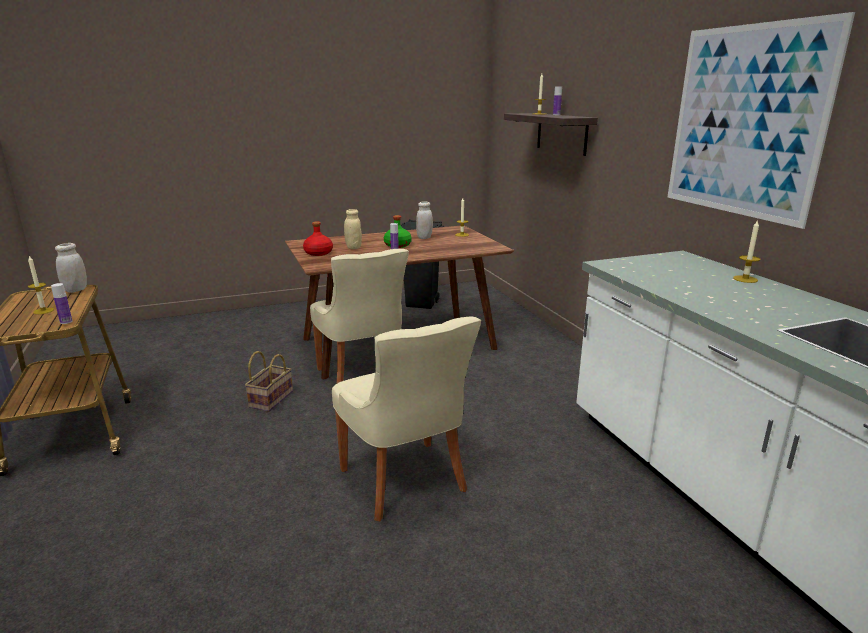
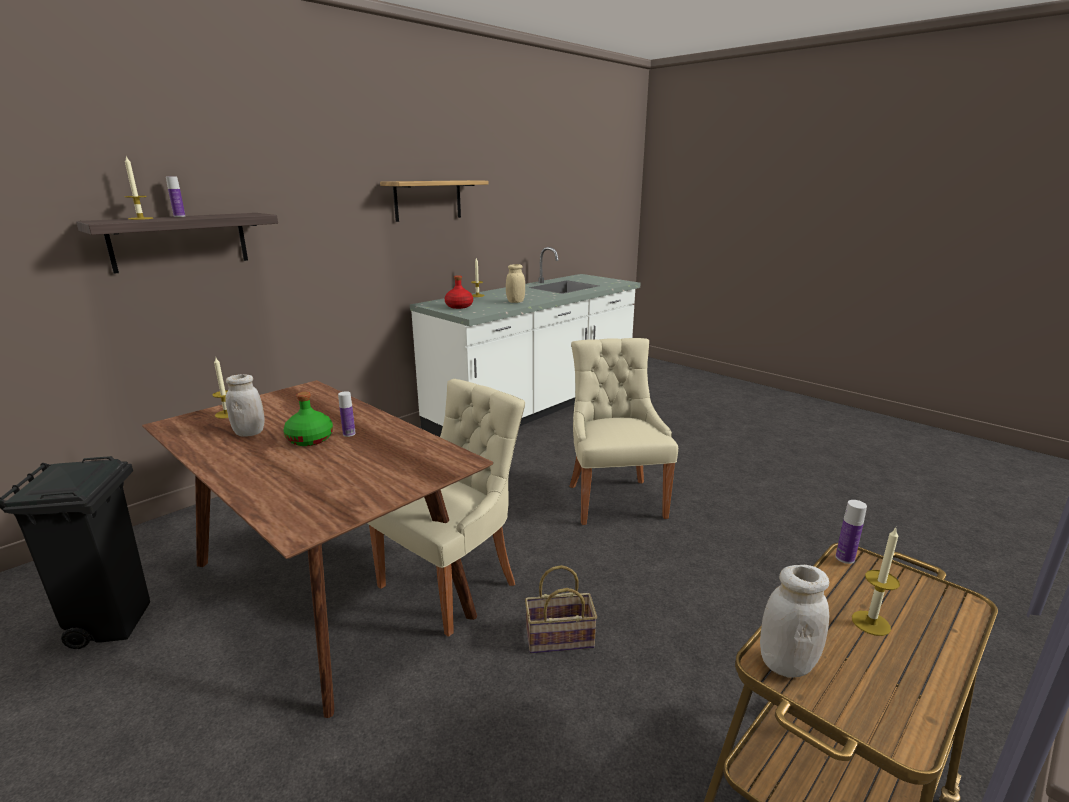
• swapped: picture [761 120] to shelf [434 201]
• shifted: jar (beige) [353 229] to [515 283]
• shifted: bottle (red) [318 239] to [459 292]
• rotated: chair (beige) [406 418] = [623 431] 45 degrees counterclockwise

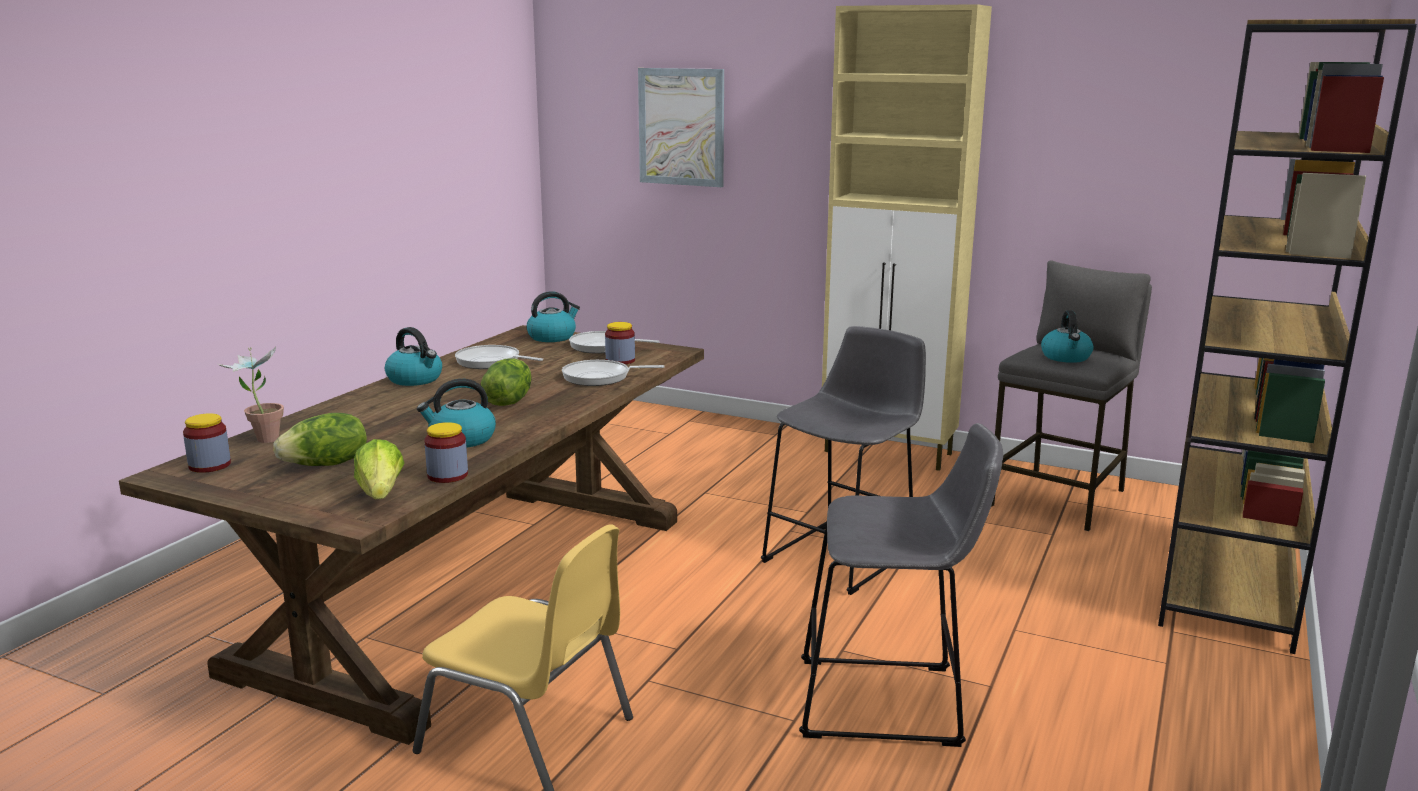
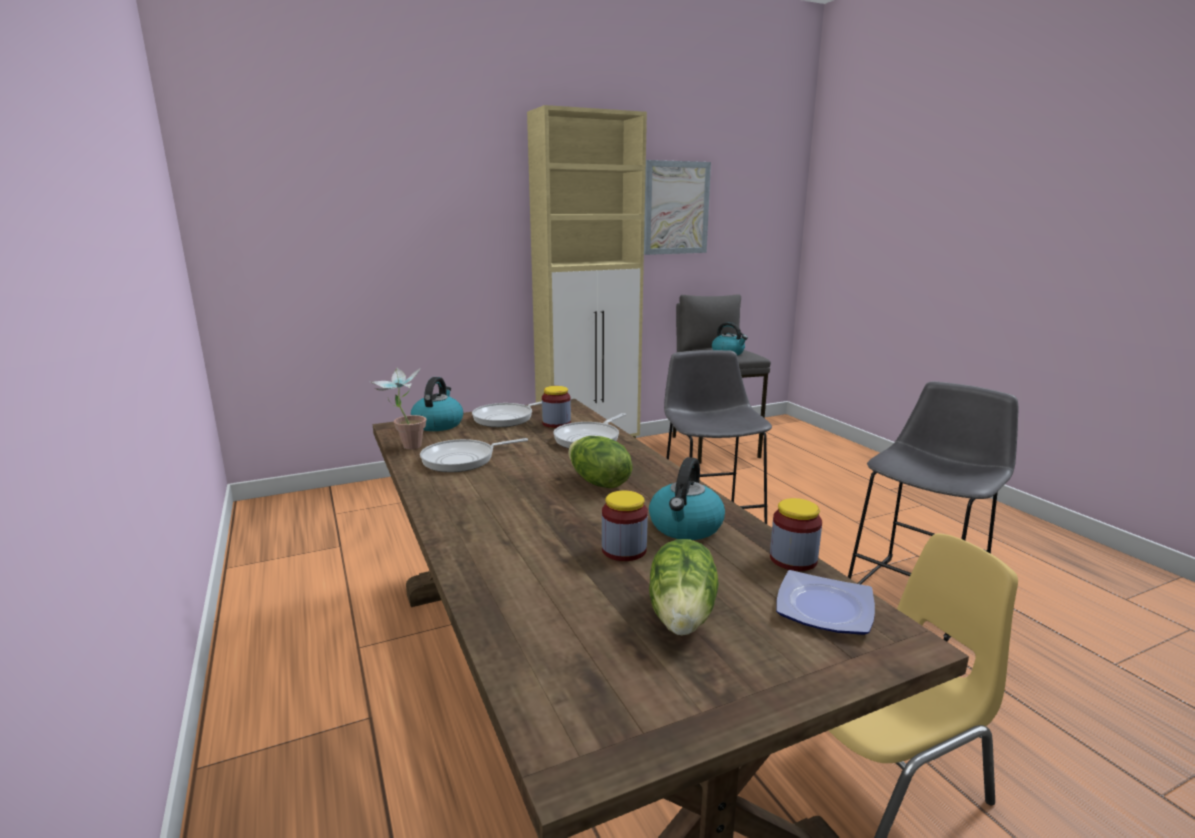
• gone: bookcase (brown) [1287 336]
• shifted: picture [681 127] to [677 207]
• gone: kettle [413 356]
• shifted: potted plant [250 395] to [398 408]
• shifted: jar [207 443] to [625 526]
• swapped: lettuce [379 469] to plate [825 602]

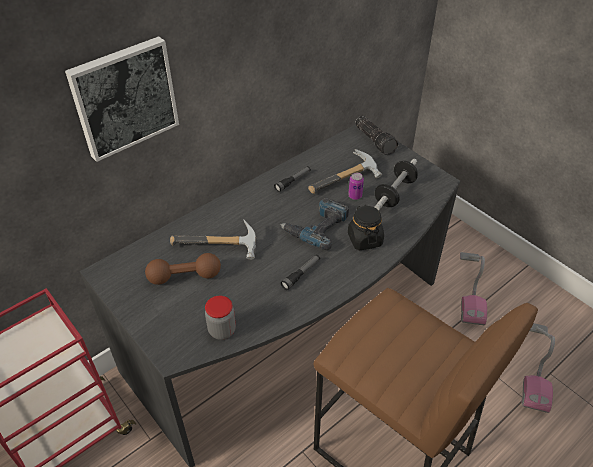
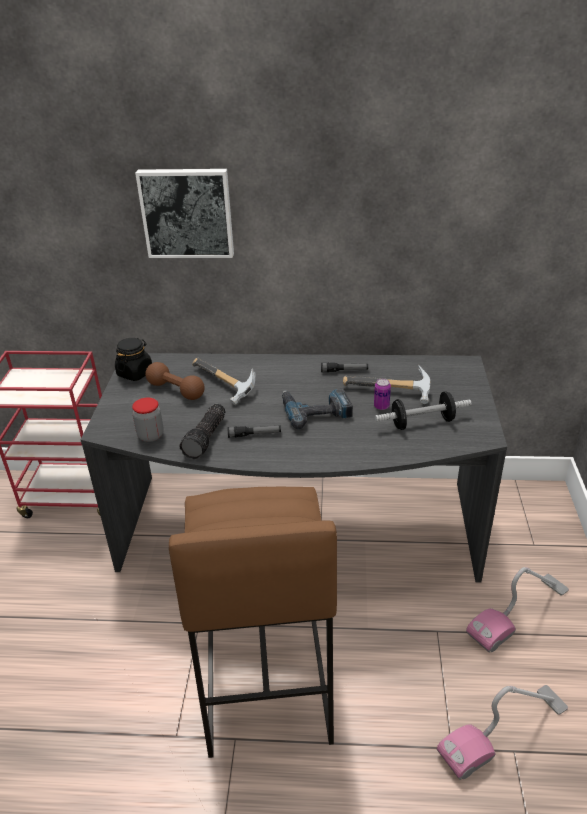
• shifted: flashlight [376 135] to [203 431]
• shifted: jar (black) [366 227] to [133 359]

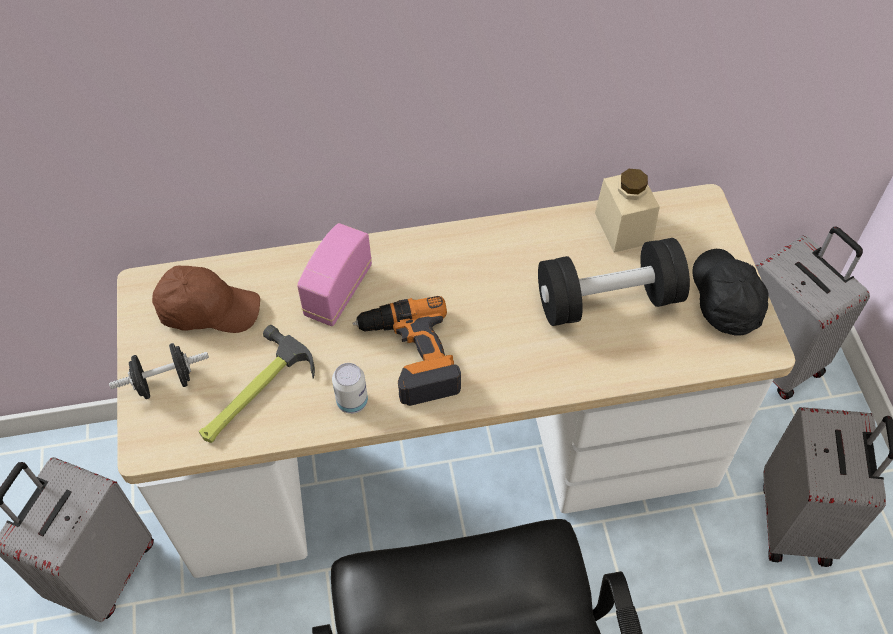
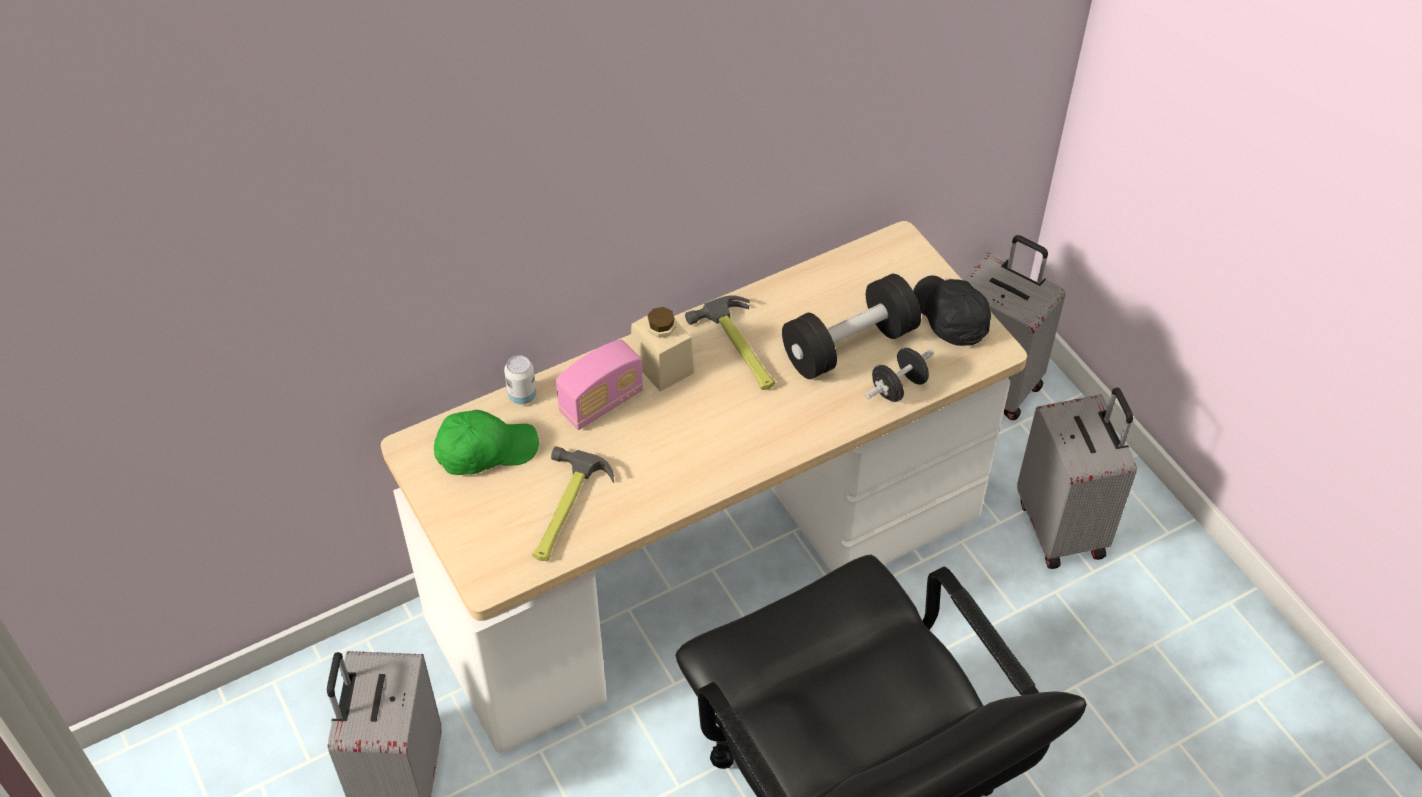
• shifted: jar (beige) [627 210] to [662 349]
• rotated: radio [334 274] = [600 385] 135 degrees counterclockwise
• repainted: cap (brown) [206 299] to cap (green) [486 442]
• gone: power drill [407 351]
• shifted: dumbbell (black) [159 371] to [899 374]
• shifted: can [350 388] to [520 380]
• new: hammer [730 342]

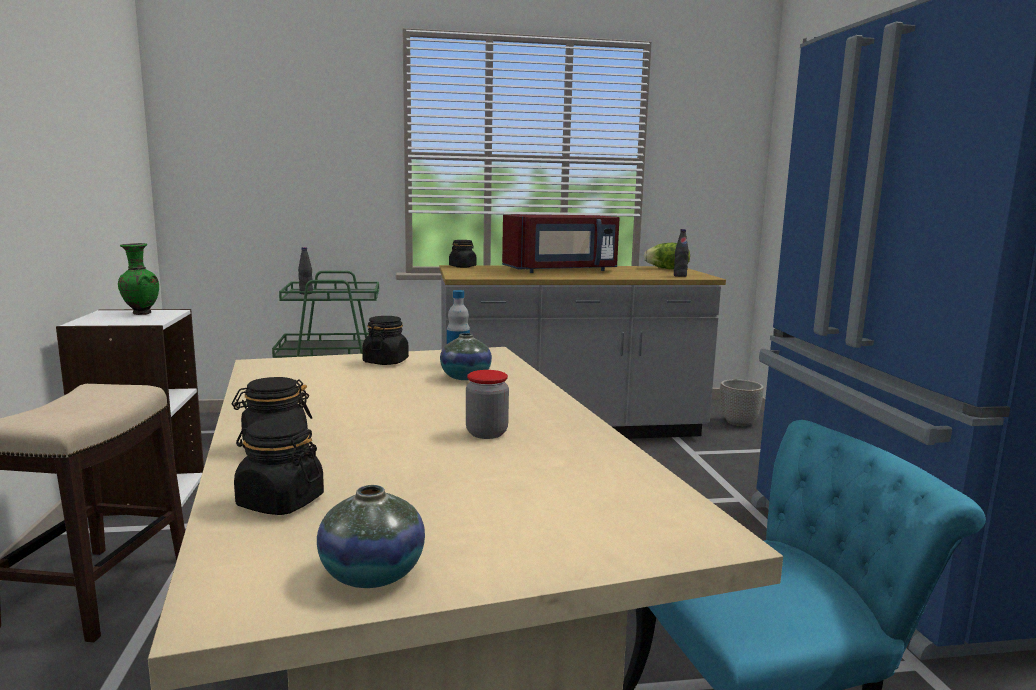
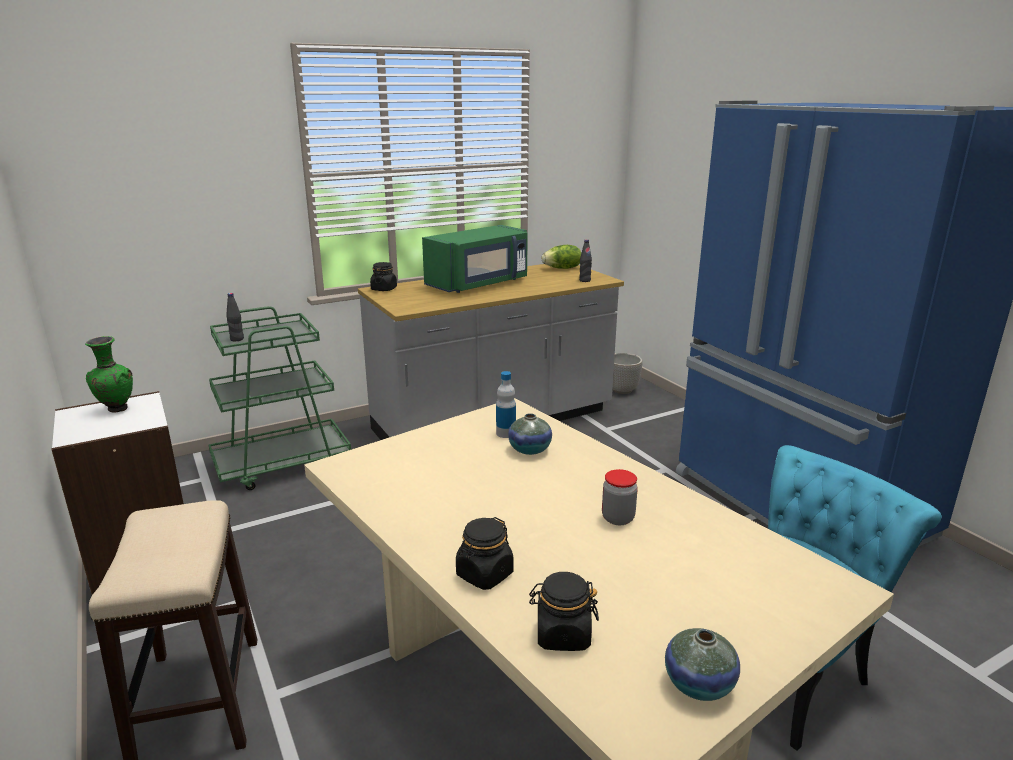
• repainted: microwave (red) [561 244] to microwave (green) [475 259]
• gone: jar (black) [385 340]

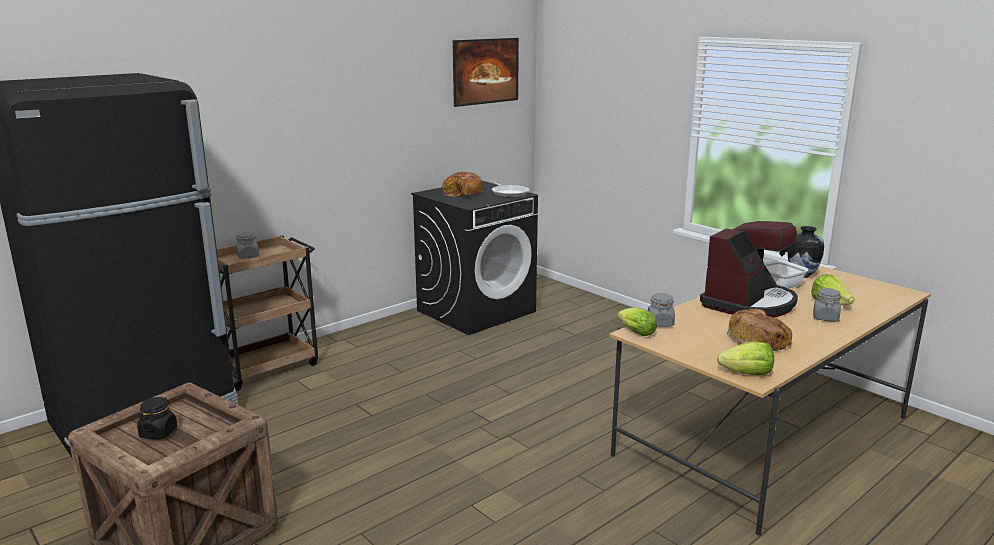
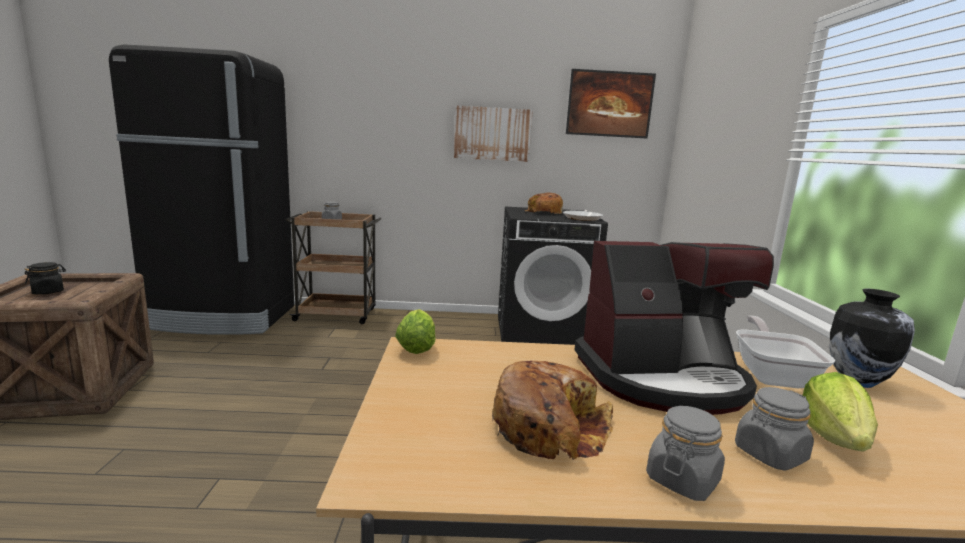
• shifted: jar (grey) [661 310] to [685 453]
• gone: lettuce [745 358]
• new: picture [493 133]

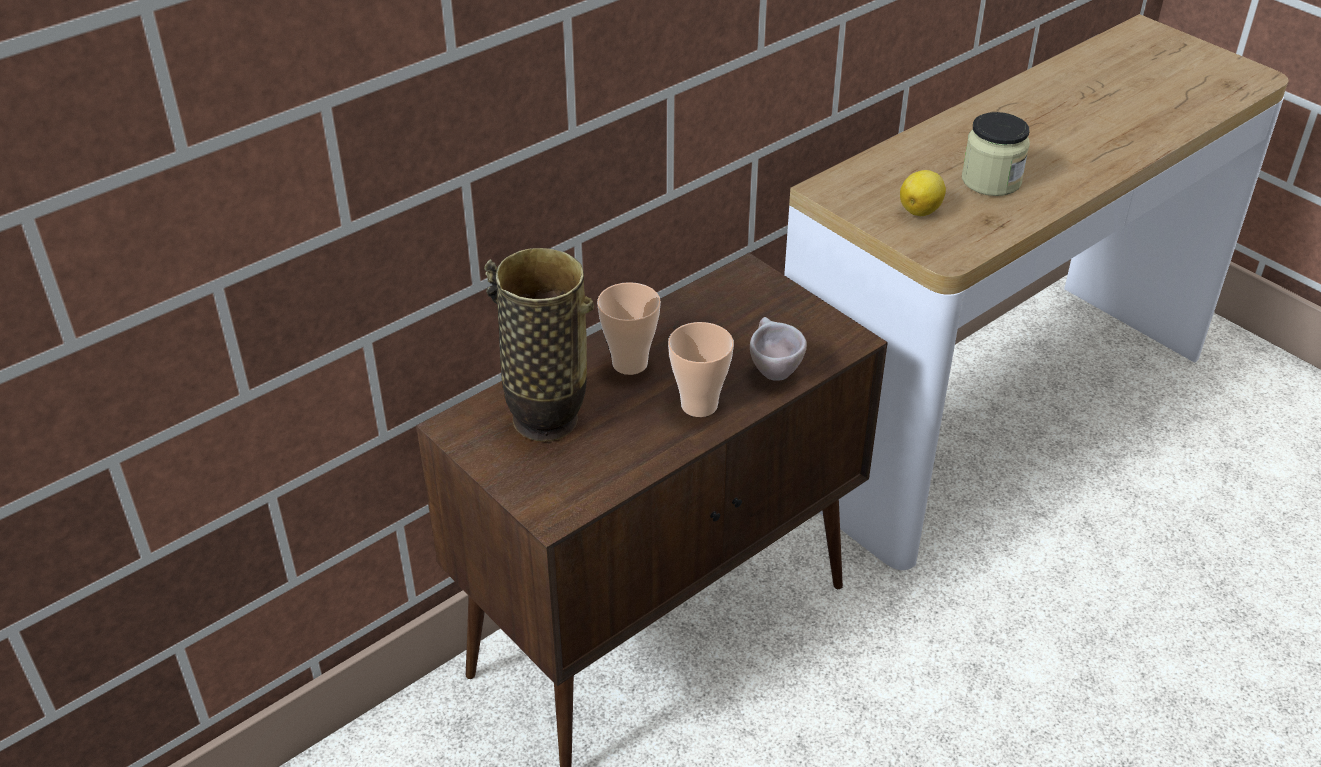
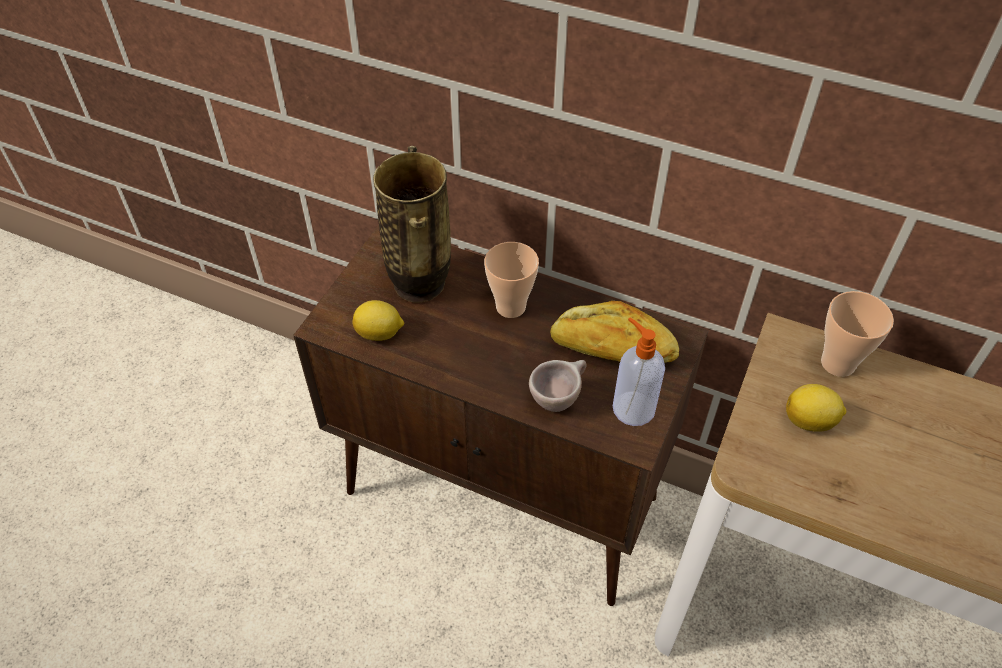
• gone: jar [996 154]
• shifted: cup [701 369] to [857 334]
• new: lemon [378 320]
• new: bread [614 332]
• new: soap dispenser [639 371]

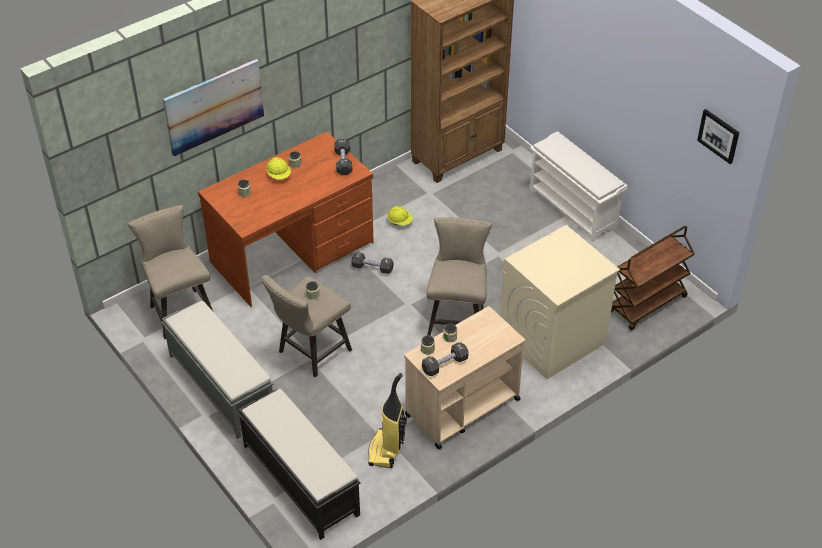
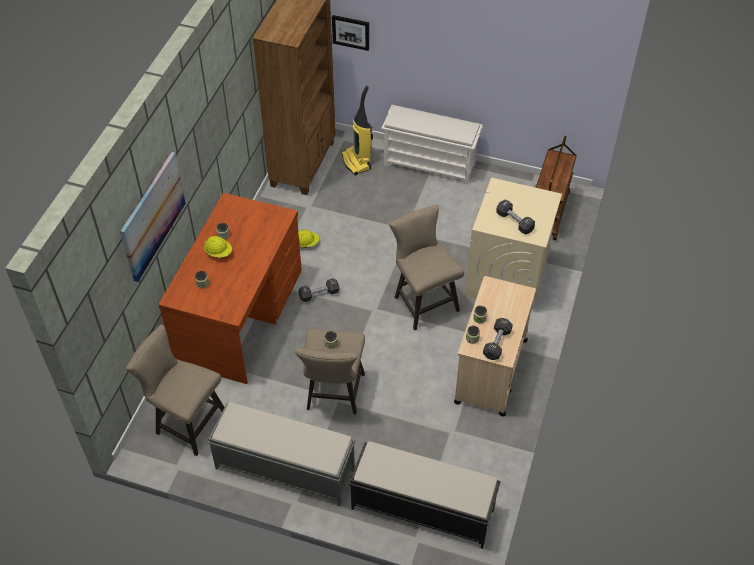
• shifted: picture [718 136] to [350 33]
• shifted: dumbbell (black) [343 157] to [515 217]
• shifted: vacuum cleaner [387 420] to [357 130]

